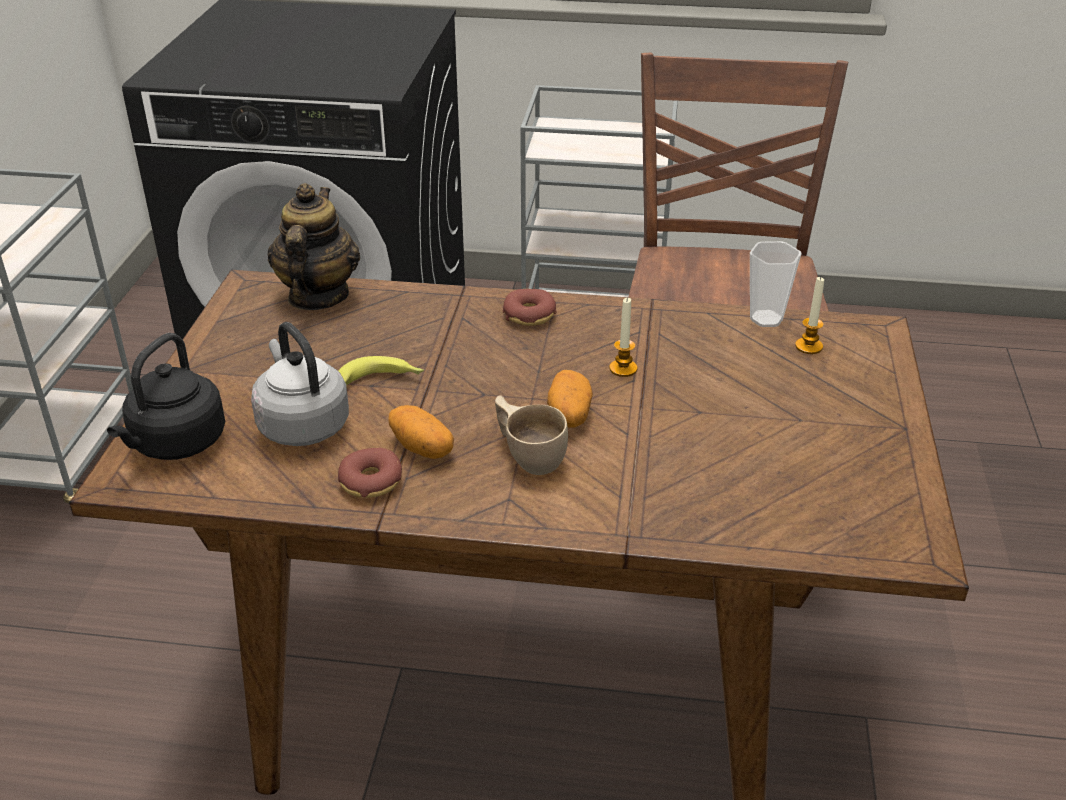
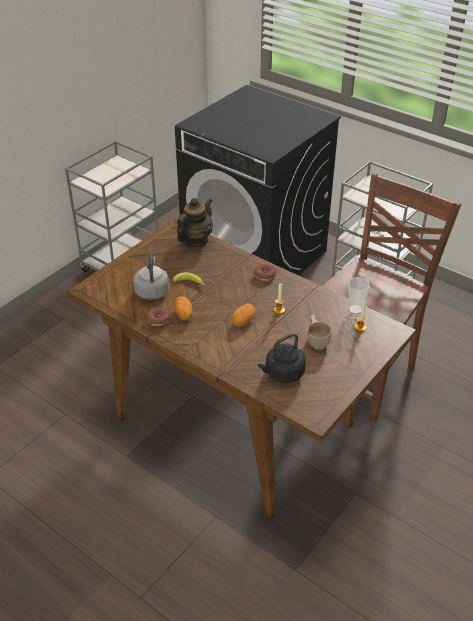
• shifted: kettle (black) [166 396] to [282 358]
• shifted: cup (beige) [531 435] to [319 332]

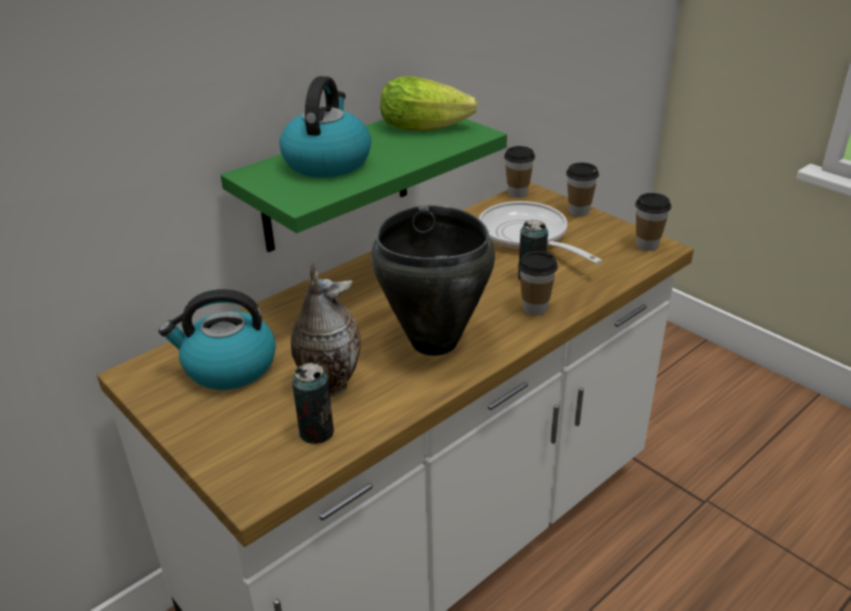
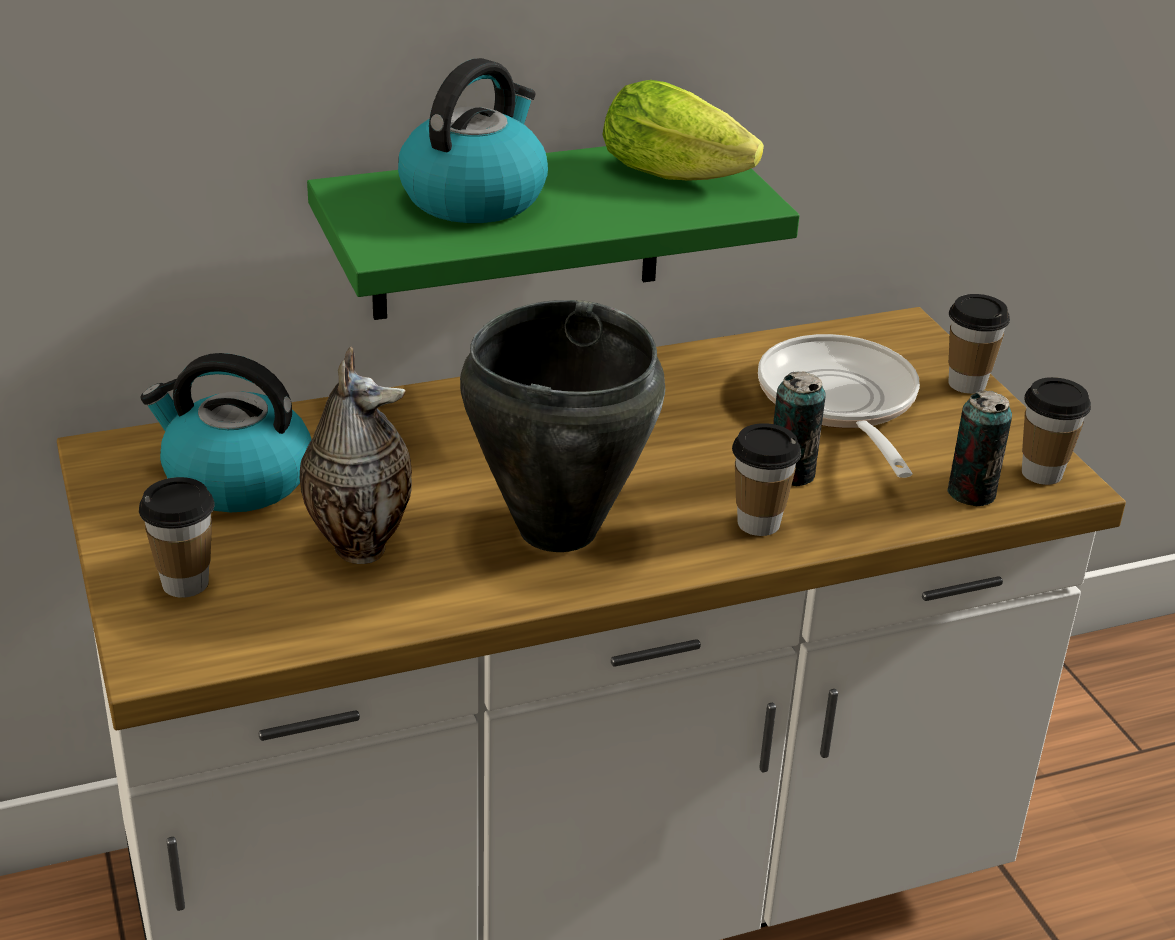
• shifted: cup [519 172] to [177 537]
• shifted: can [313 403] to [979 448]

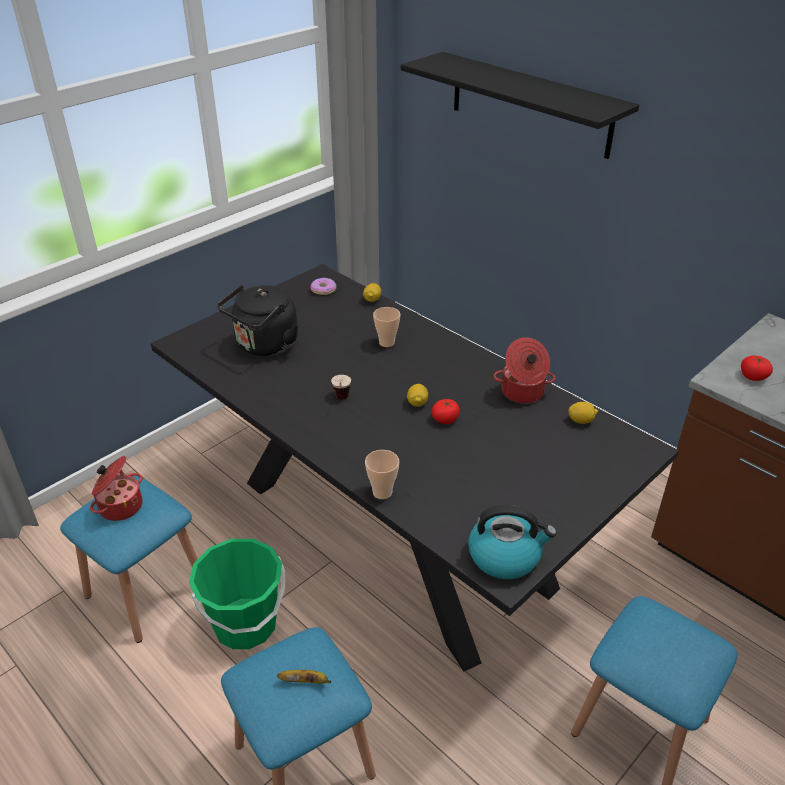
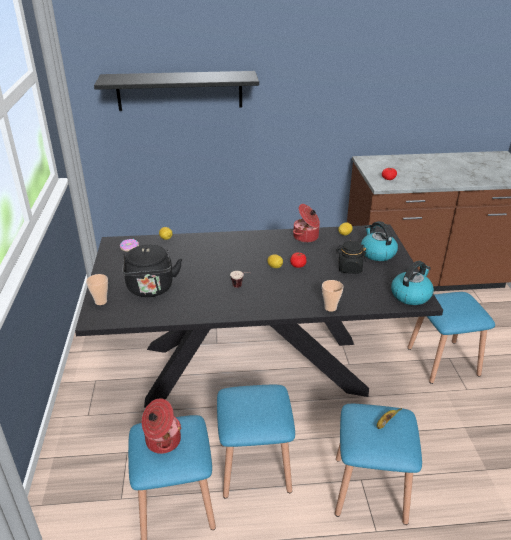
• shifted: cup [386 327] to [97 289]
• swapped: bucket (green) [237 594] to stool (blue) [256 442]
• new: kettle [379 241]
• new: jar (black) [351 257]

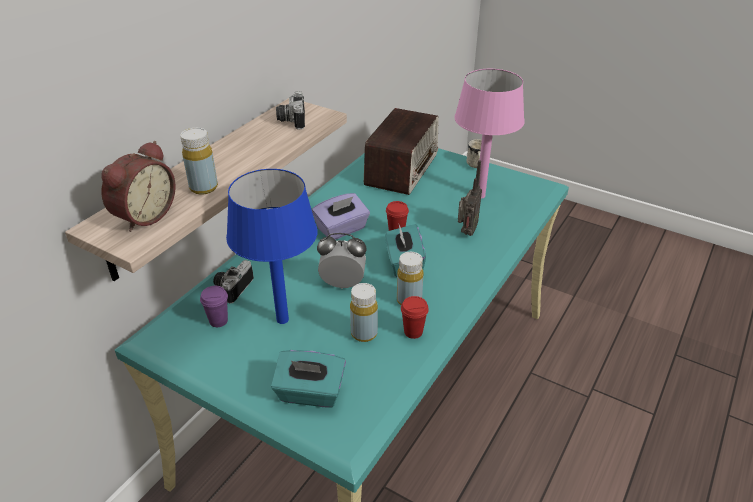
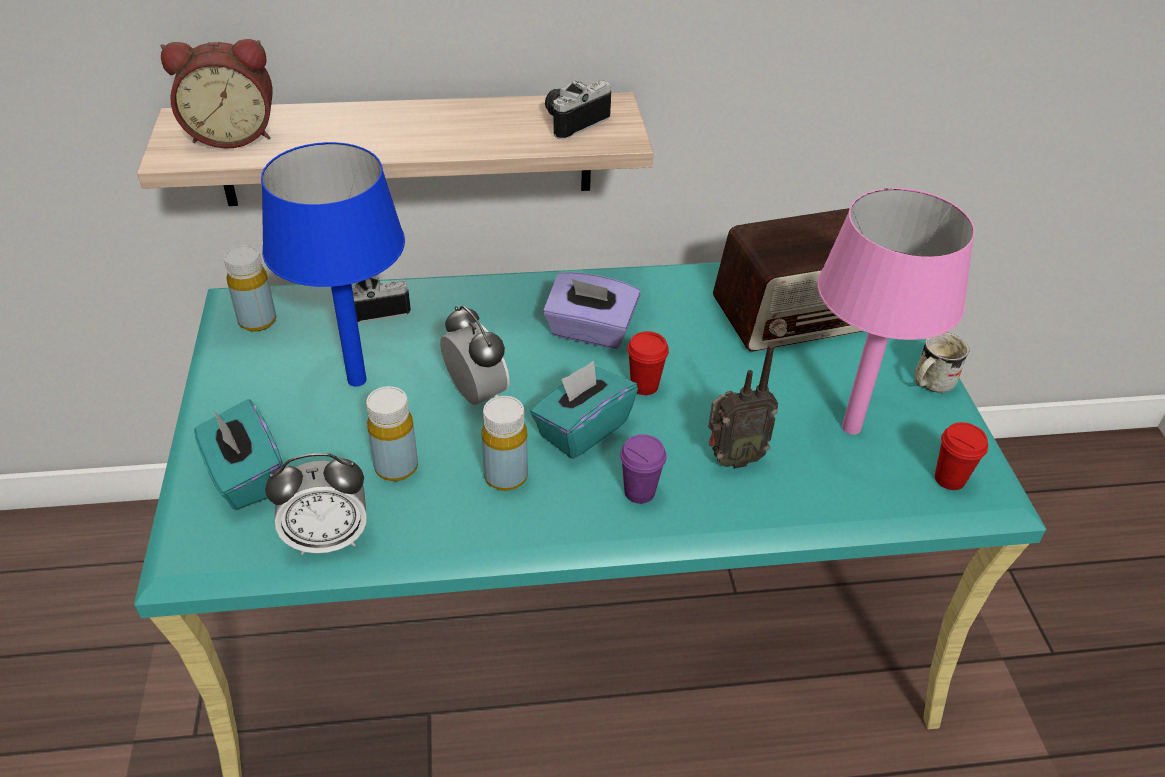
• shifted: bottle (yellow) [199 161] to [250 288]
• shifted: cup (purple) [214 306] to [643 469]
• shifted: cup (red) [415 317] to [961 456]
• new: alarm clock [316 504]

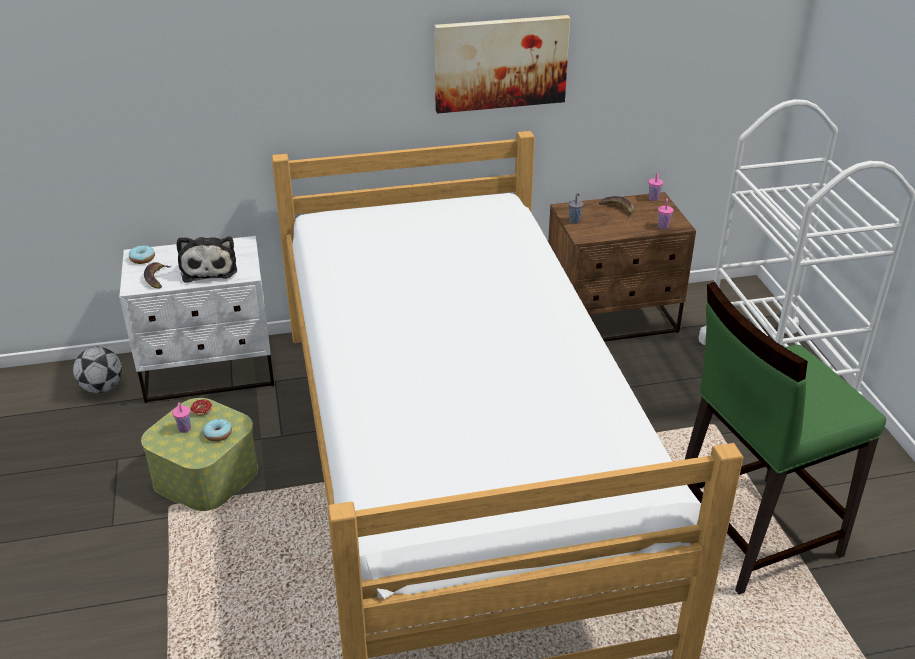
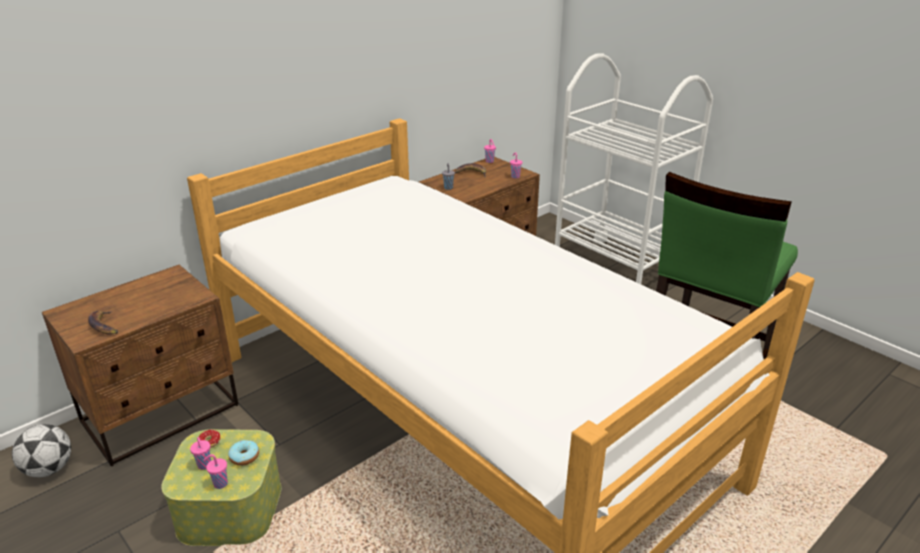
• gone: picture [502 64]
• repainted: nightstand (white) [196 319] to nightstand (brown) [140 365]
• gone: plush toy [207 260]
• gone: donut [142 254]
• new: cup (pink) [215 471]

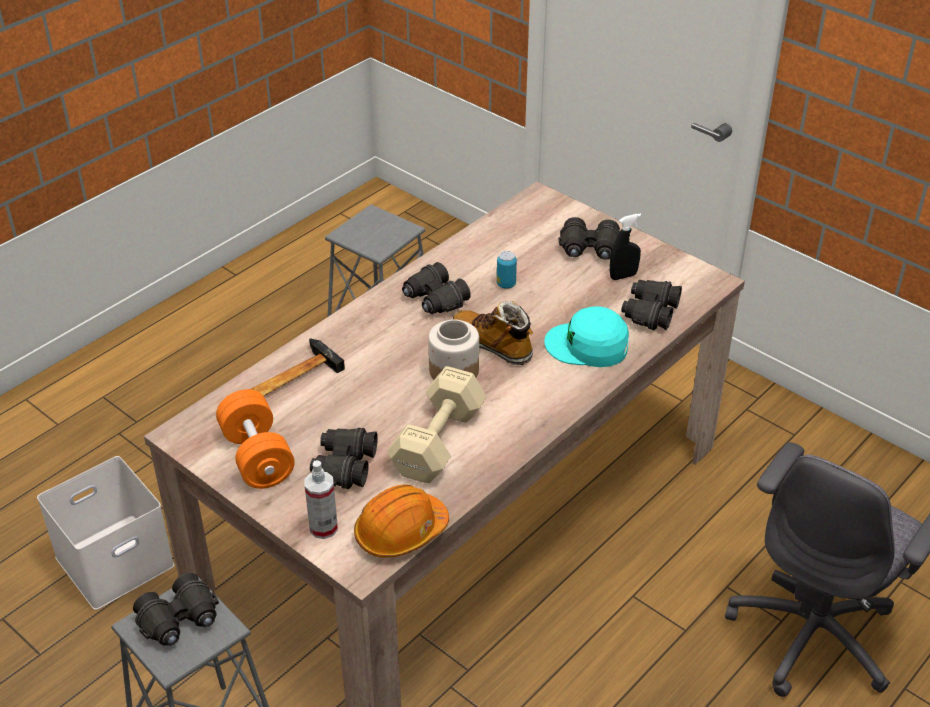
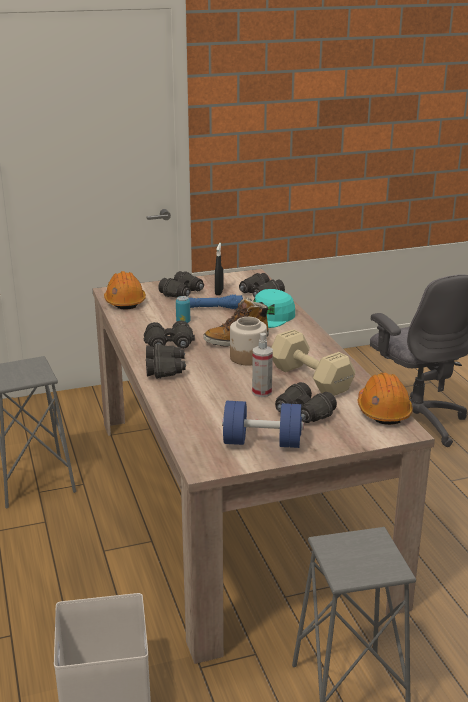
• gone: hammer [298 367]
• repainted: dumbbell (orange) [255 439] to dumbbell (blue) [263 424]
• shifted: spray bottle [321 499] to [262 365]
• shifted: binoculars (black) [176 609] to [166 361]
• new: hard hat (orange) [125 290]
• new: flashlight (blue) [216 301]

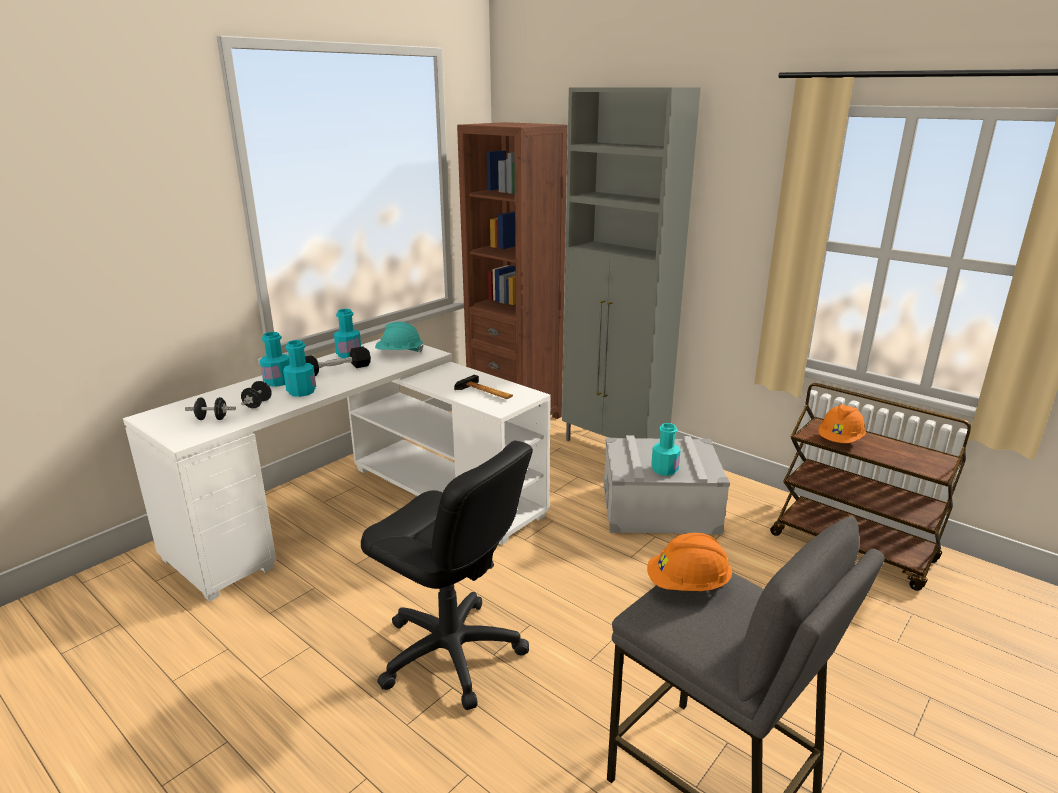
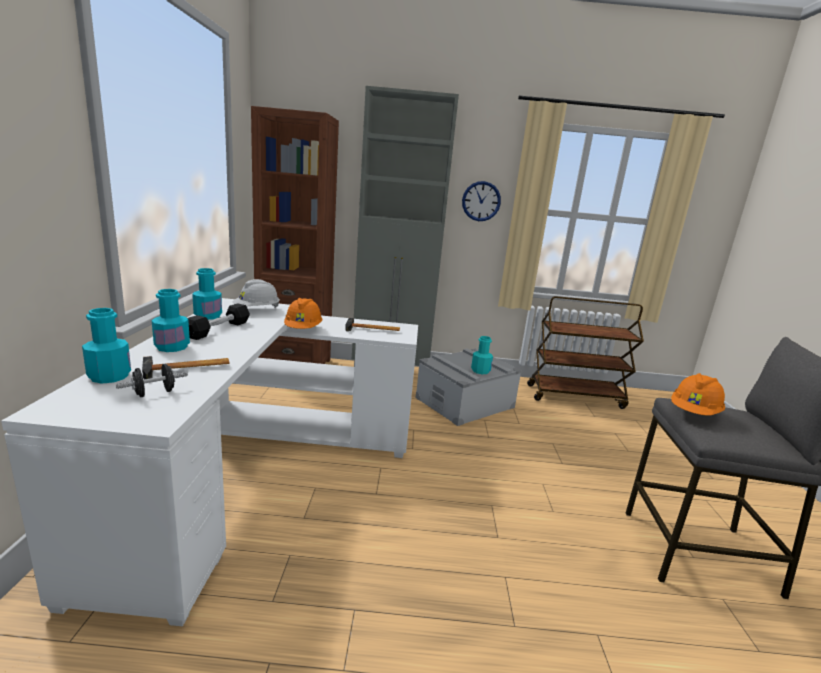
• repainted: hard hat (turquoise) [399 337] to hard hat (white) [256 293]
• shifted: bottle (turquoise) [299 368] to [106 346]
• swapped: dumbbell (black) [256 394] to hammer [186 367]
• shifted: hard hat (orange) [842 423] to [303 313]
• gone: office chair (black) [447 575]
• new: wall clock [481 201]

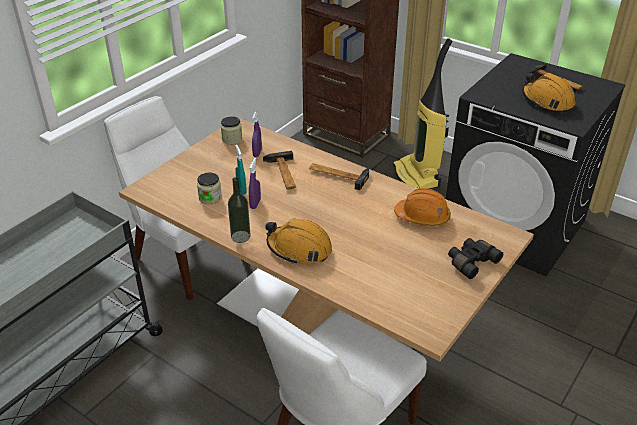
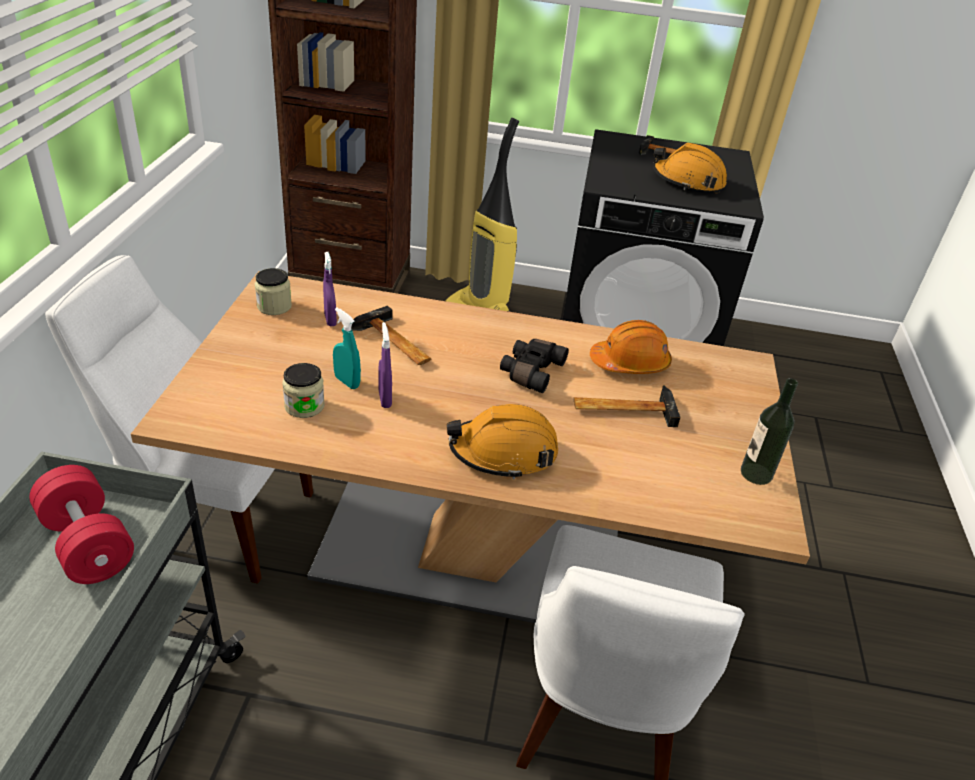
• shifted: hammer [339 176] to [627 406]
• shifted: bottle [239 210] to [769 431]
• shifted: binoculars (black) [475 258] to [534 366]
• new: dumbbell (red) [82 524]

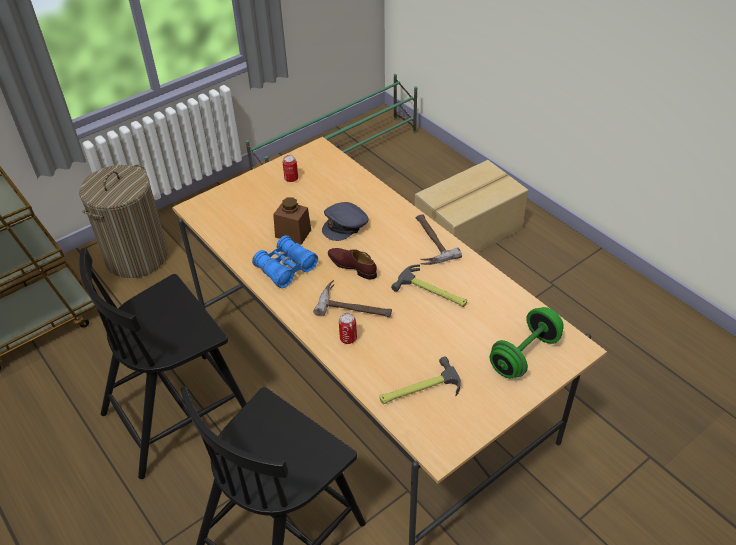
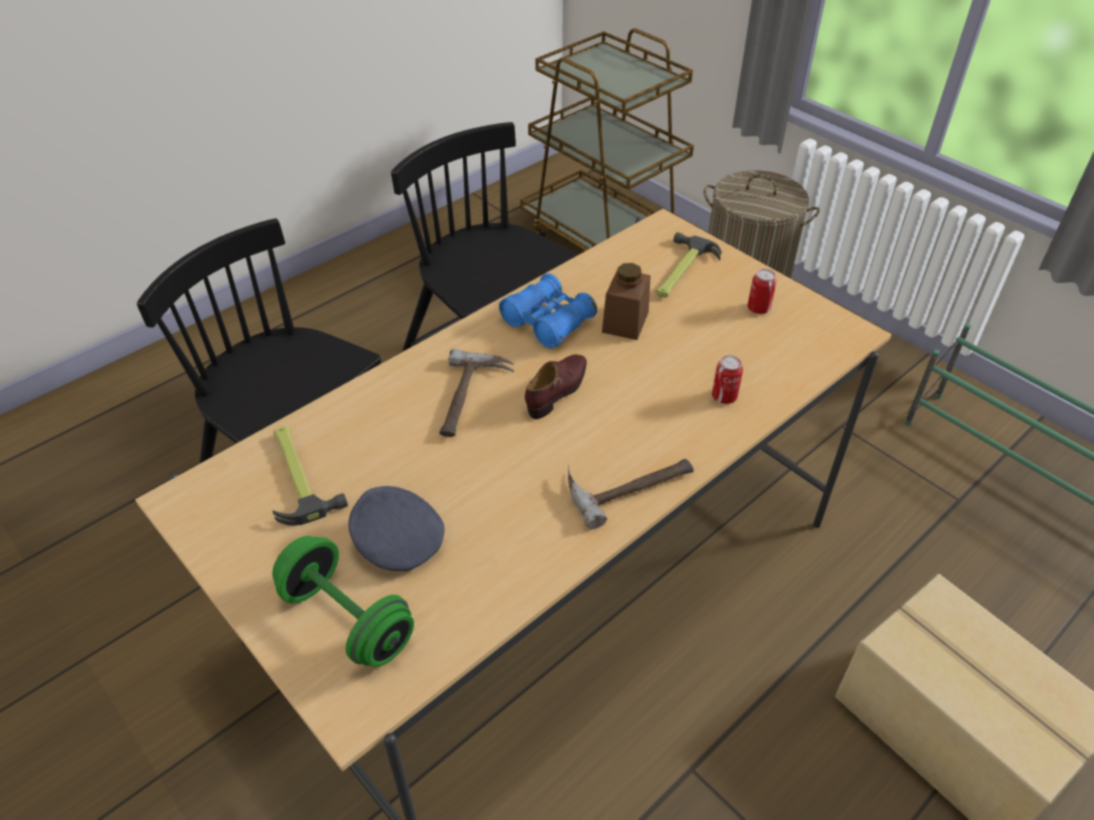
• shifted: cap (grey) [345 221] to [396 528]
• shifted: hammer [429 286] to [688 264]
• shifted: can [348 328] to [727 379]

